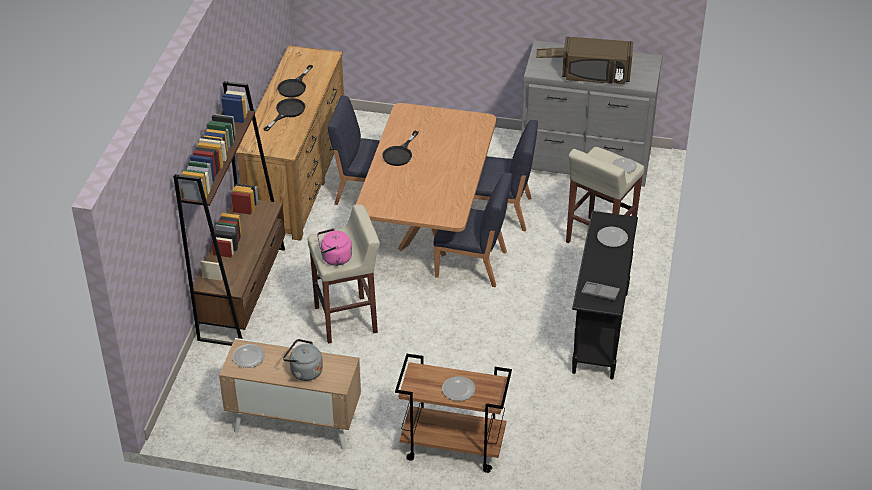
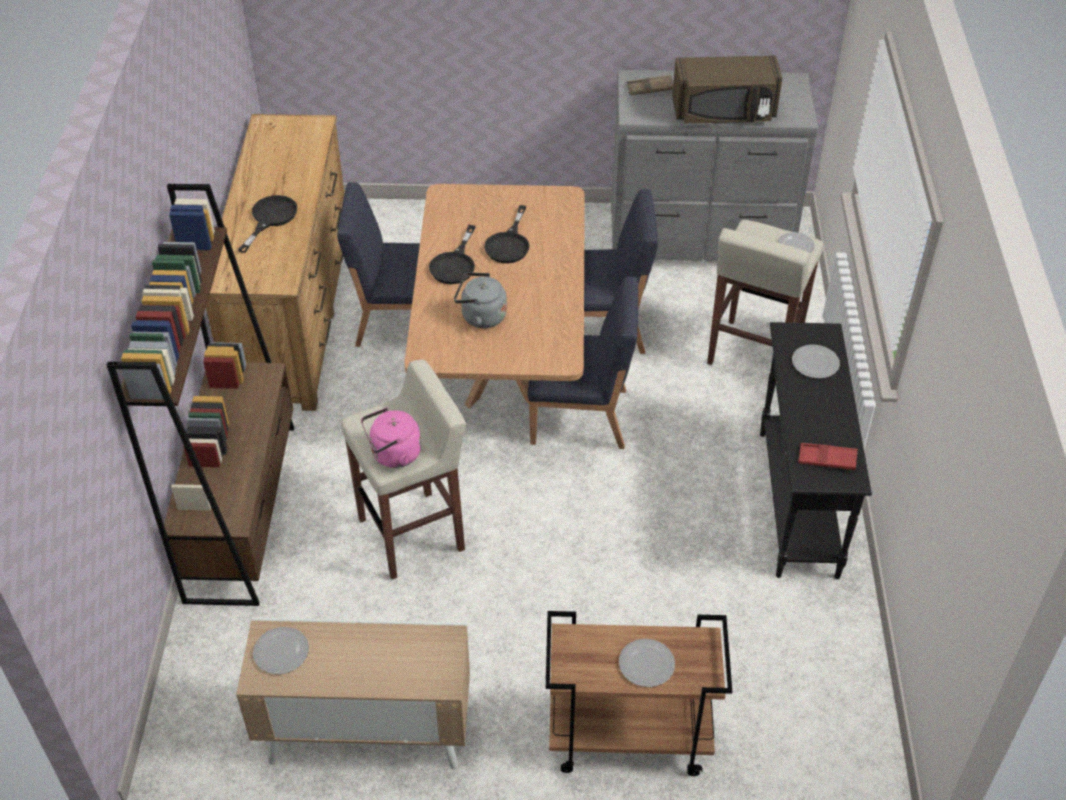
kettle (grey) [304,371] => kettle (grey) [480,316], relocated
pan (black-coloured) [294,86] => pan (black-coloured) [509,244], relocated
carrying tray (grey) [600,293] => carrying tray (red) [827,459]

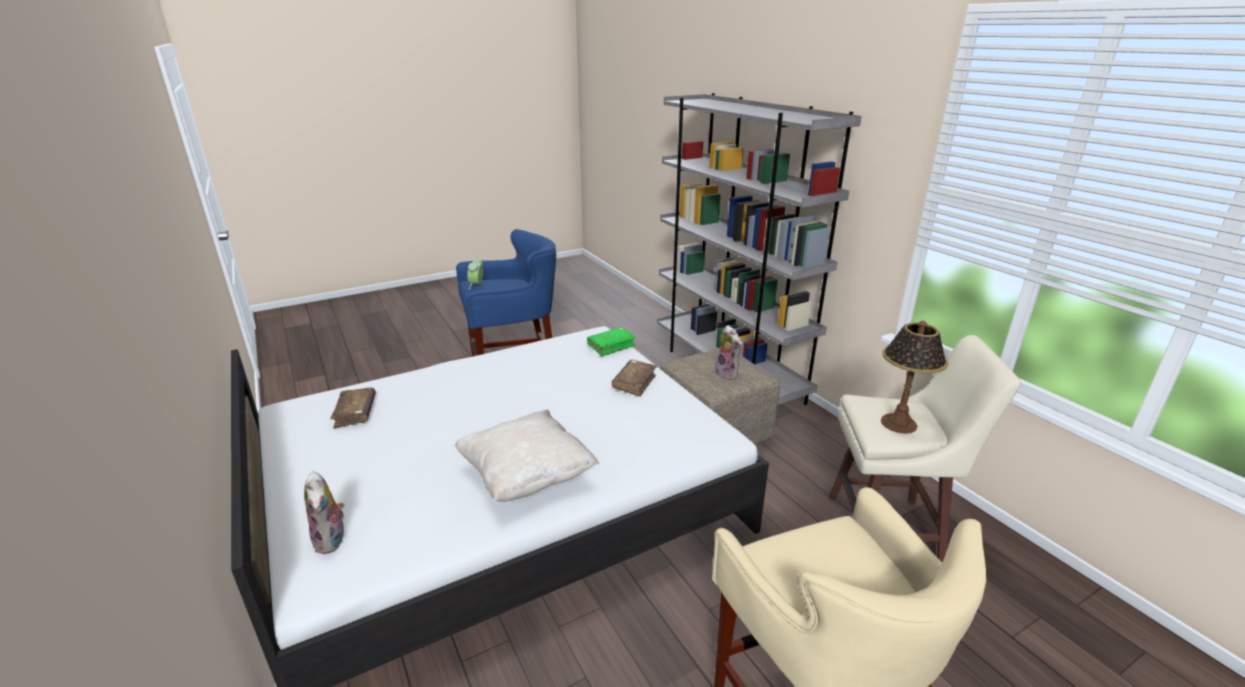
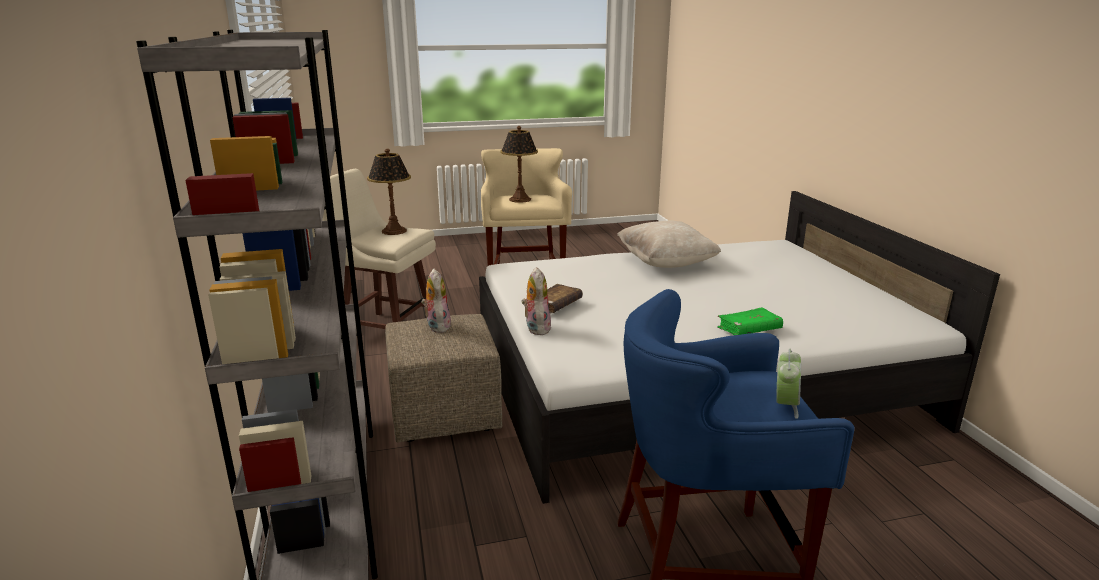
nothing => table lamp [520,199]
plush toy [332,540] => plush toy [536,328], relocated
bound book (greenish) [611,346] => bound book (greenish) [749,330], relocated
bound book (brownish) [355,413] => nothing

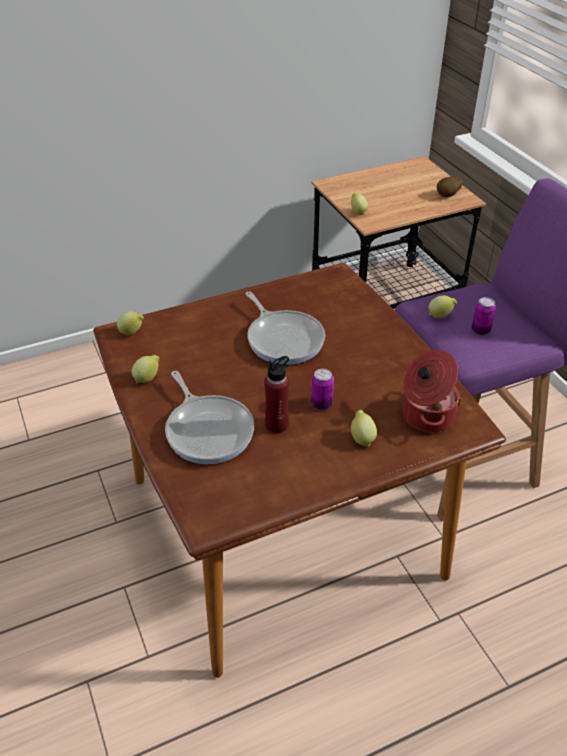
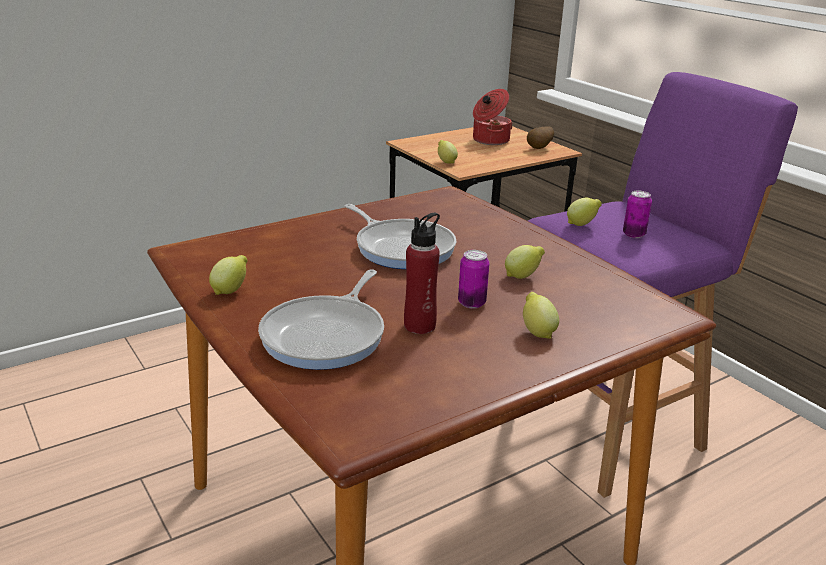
pan [208,430] => pan [327,336], 60 degrees clockwise
saucepot [426,415] => saucepot [489,140], relocated
citrus fruit [132,332] => citrus fruit [522,276], relocated

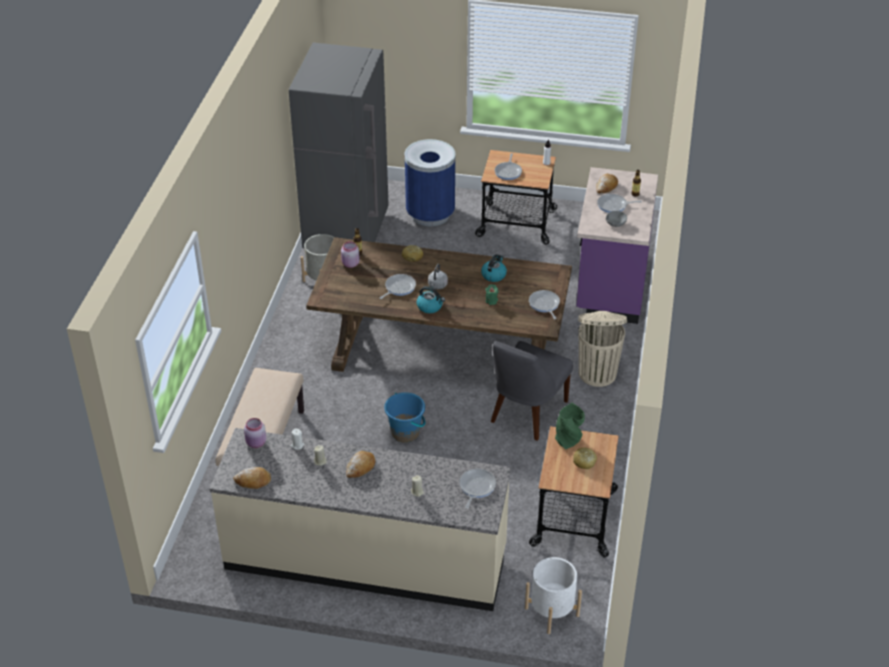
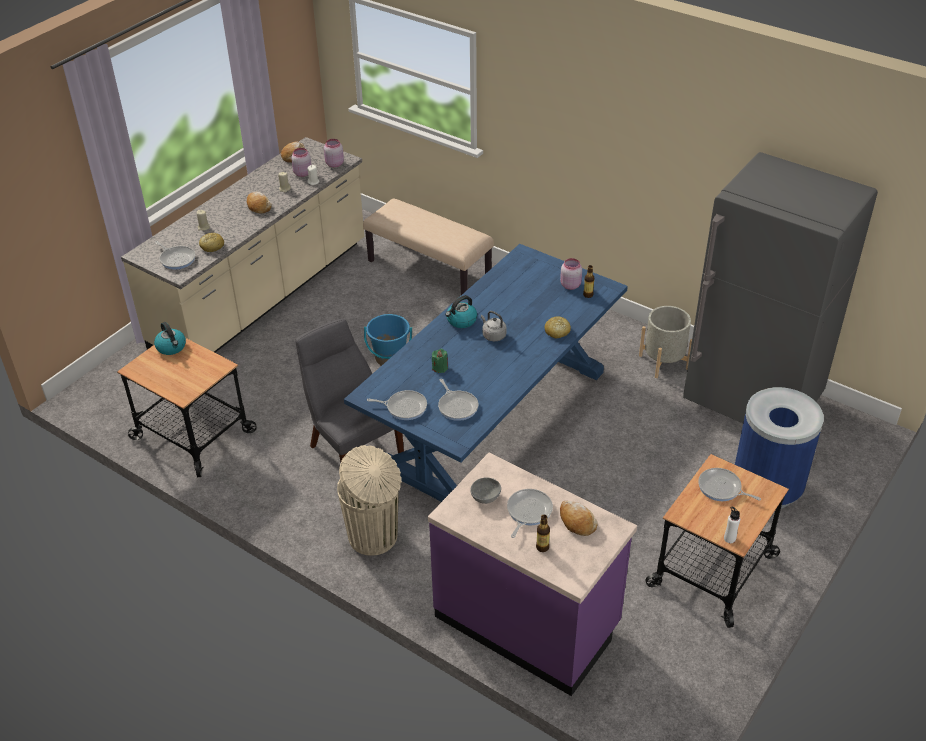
kettle [494,275] => kettle [171,347], relocated
bread [584,462] => bread [212,246], relocated
nothing => jar (pink) [302,173]
dining table (brownish) [440,351] => dining table (blue) [492,417]
pan [399,288] => pan [457,406], relocated
flower pot (white) [552,611] => nothing
decorative vase (greenish) [568,440] => nothing

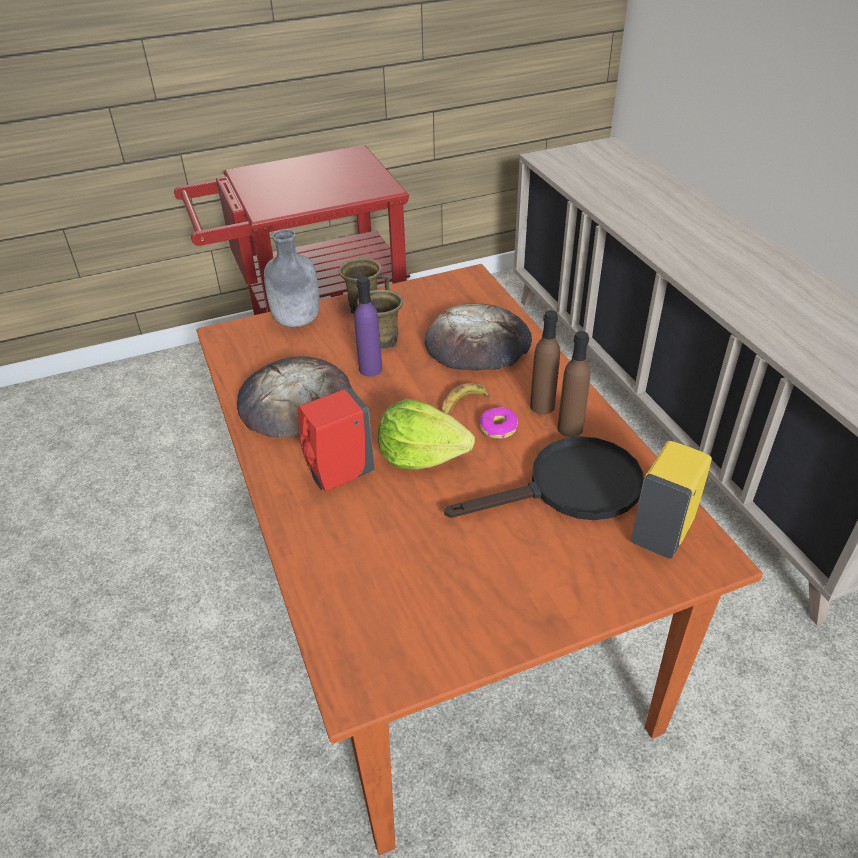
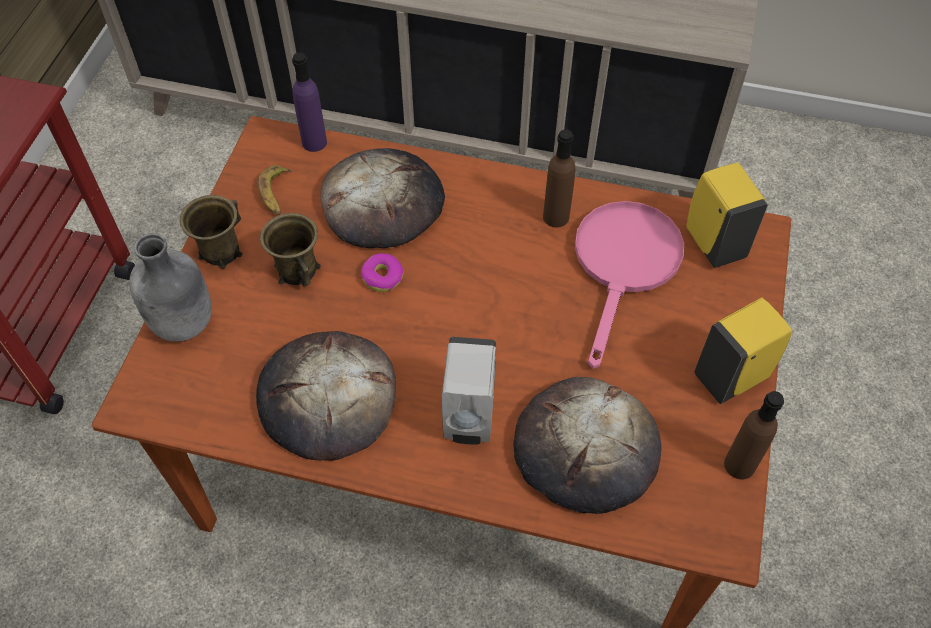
banana fruit [462,405] => banana fruit [276,194], relocated
beverage bottle (purplish) [370,369] => beverage bottle (purplish) [314,142], relocated
doughnut [498,428] => doughnut [382,277], relocated
liquid soap bottle (red) [338,475] => liquid soap bottle (white) [469,420]
nothing => bread [585,449]
pan (black-coloured) [570,489] => pan (pink) [624,265]
nothing => liquid soap bottle (yellow-coloured) [733,376]
beverage bottle (brownish) [542,406] => beverage bottle (brownish) [739,465], relocated
lettuce head [422,454] => nothing

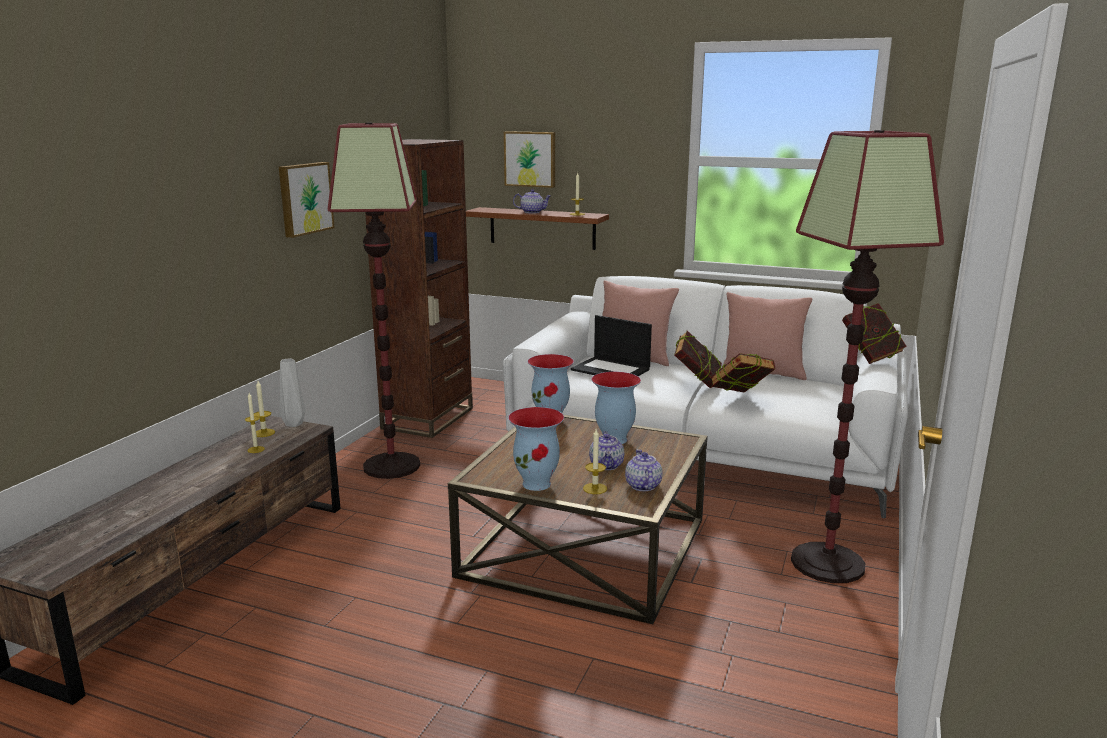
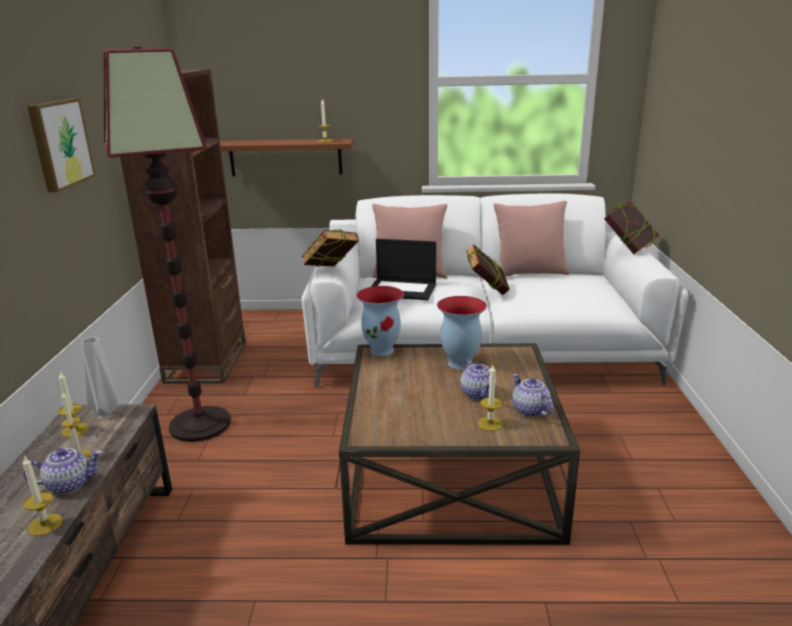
teapot [532,212] => teapot [69,484], relocated
nothing => wax candle [45,524]
bound book [740,398] => bound book [331,272], relocated
wall art [530,159] => nothing
decorative vase [537,484] => nothing
floor lamp [828,563] => nothing

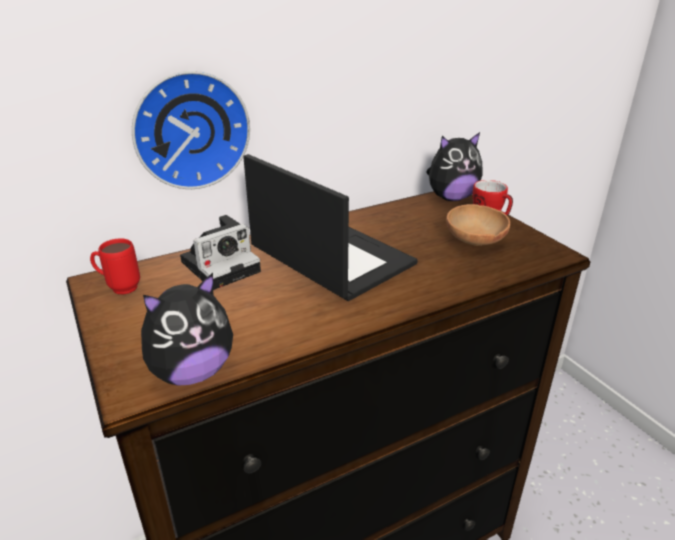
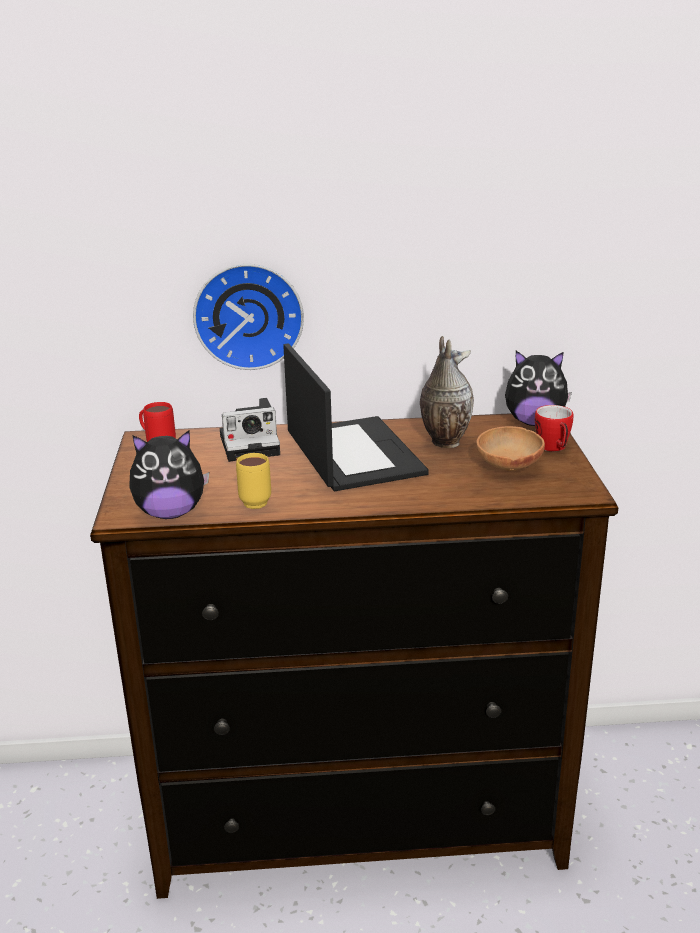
nothing => coffee mug (yellow-coloured) [256,500]
nothing => decorative vase [444,442]

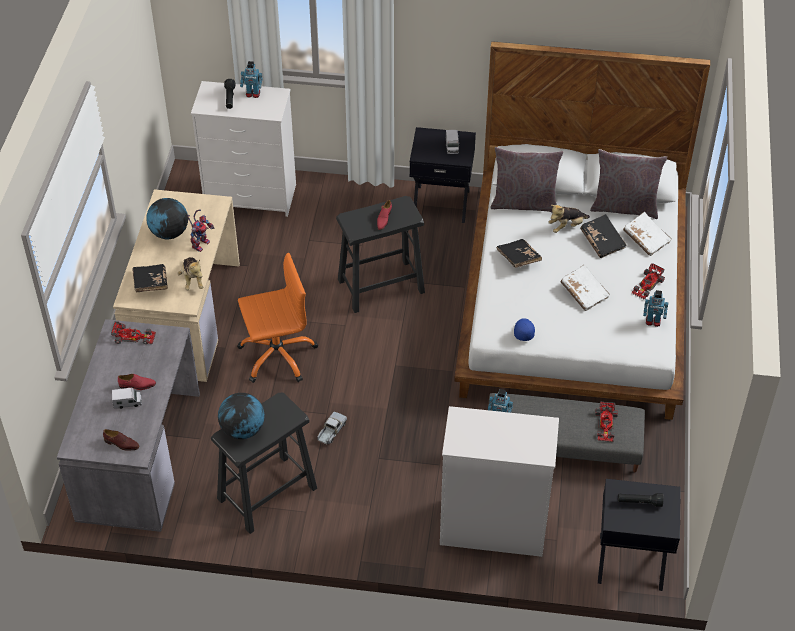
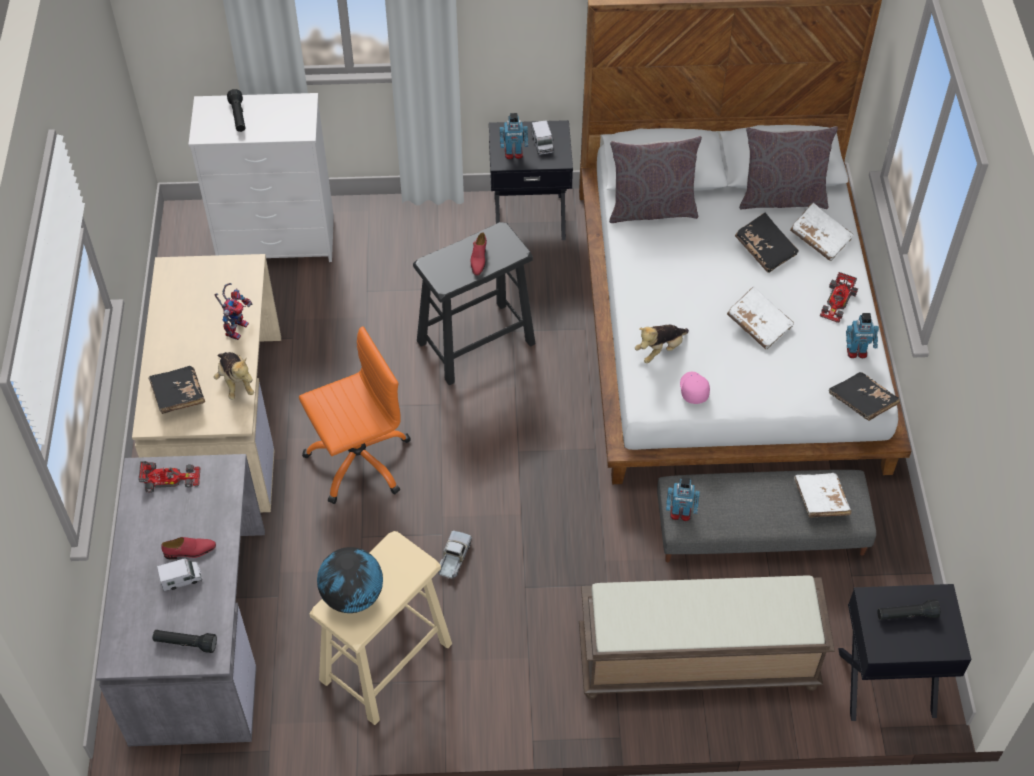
item of footwear (brownish) [121,444] => torch (black-coloured) [185,643]
sitting stool (black-coloured) [266,493] => sitting stool (sand-coloured) [385,662]
robot figure [253,94] => robot figure [513,154], relocated
chest of drawers (white) [492,527] => bench (brownish) [696,662]
plush toy [567,226] => plush toy [660,350], relocated
baseball cap (blue) [523,331] => baseball cap (pink) [693,389]
toy car [606,425] => bound book (white) [820,501]
bound book (black-coloured) [518,259] => bound book (black-coloured) [862,402], relocated
desk globe [169,233] => nothing

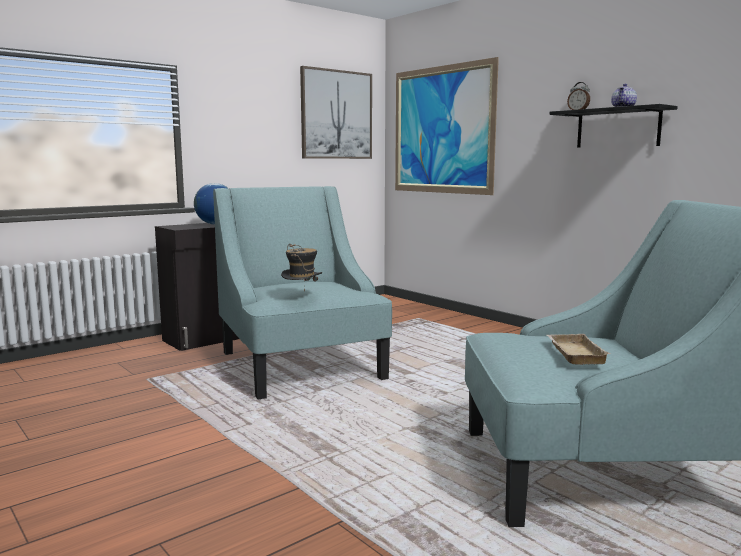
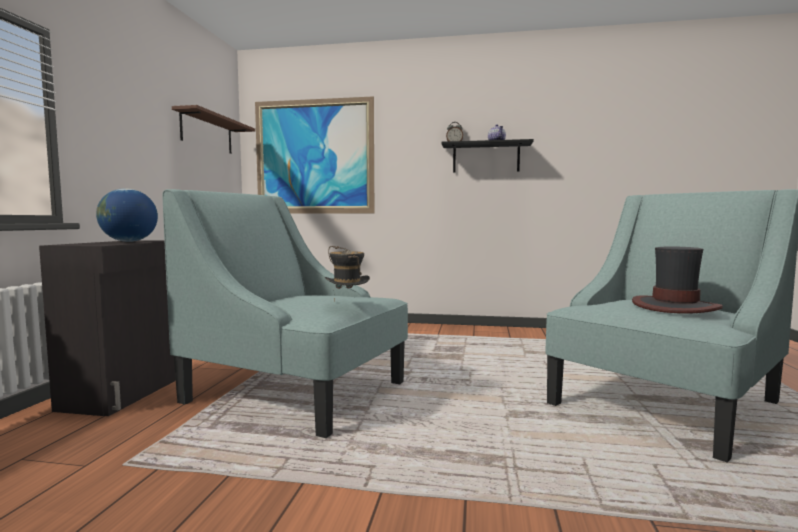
wall art [336,115] => bracket shelf (brownish) [207,133]
carrying tray (sand-coloured) [573,353] => wearable hat [675,307]

